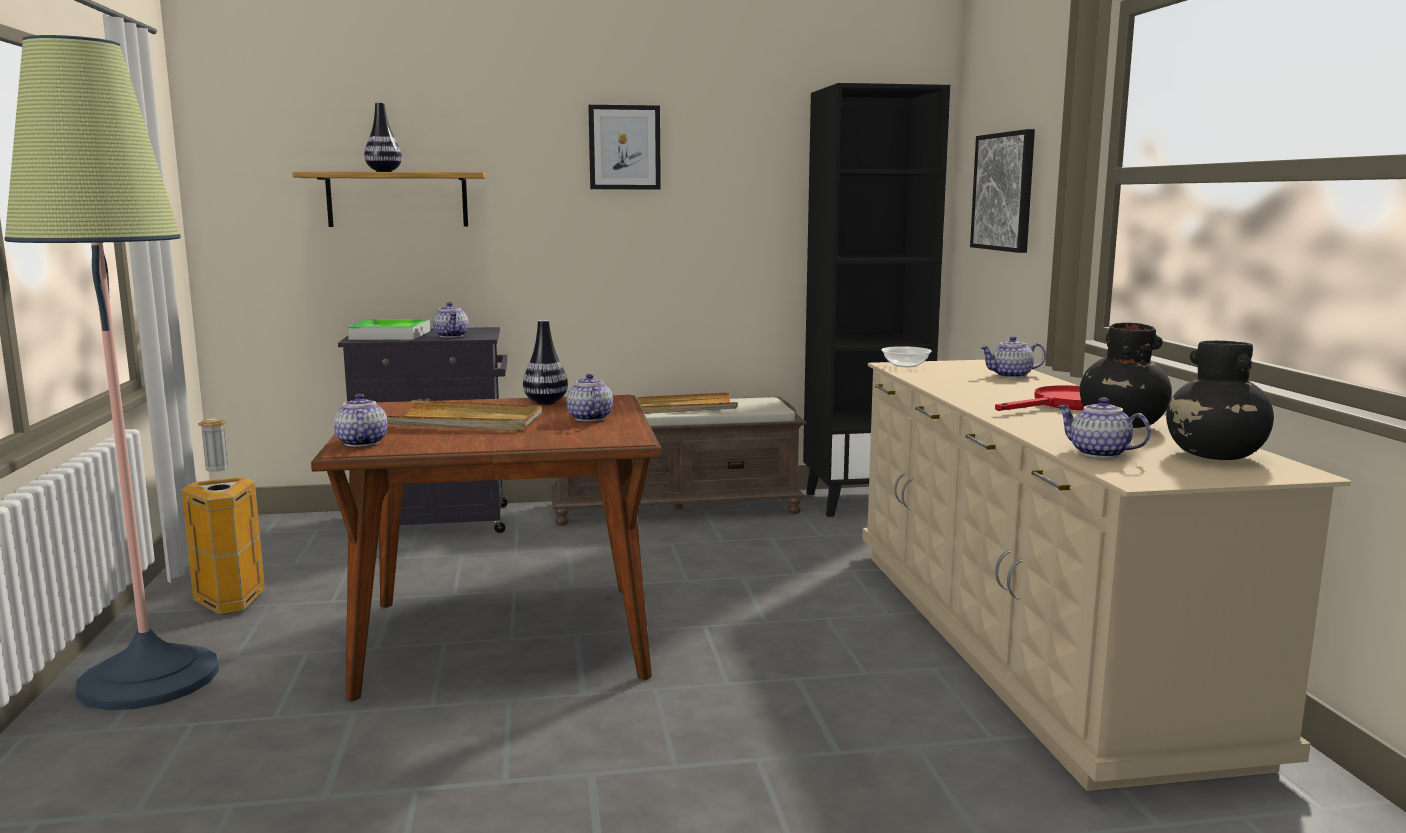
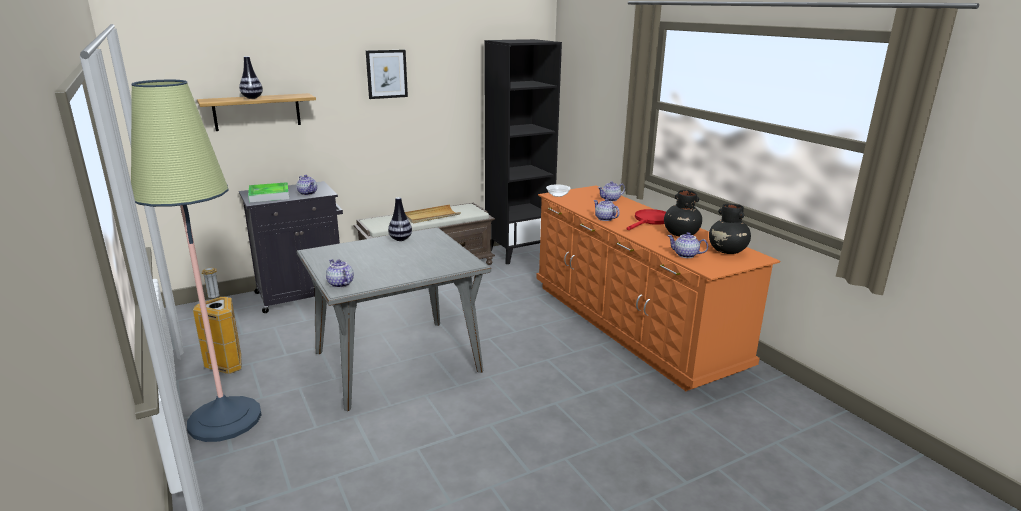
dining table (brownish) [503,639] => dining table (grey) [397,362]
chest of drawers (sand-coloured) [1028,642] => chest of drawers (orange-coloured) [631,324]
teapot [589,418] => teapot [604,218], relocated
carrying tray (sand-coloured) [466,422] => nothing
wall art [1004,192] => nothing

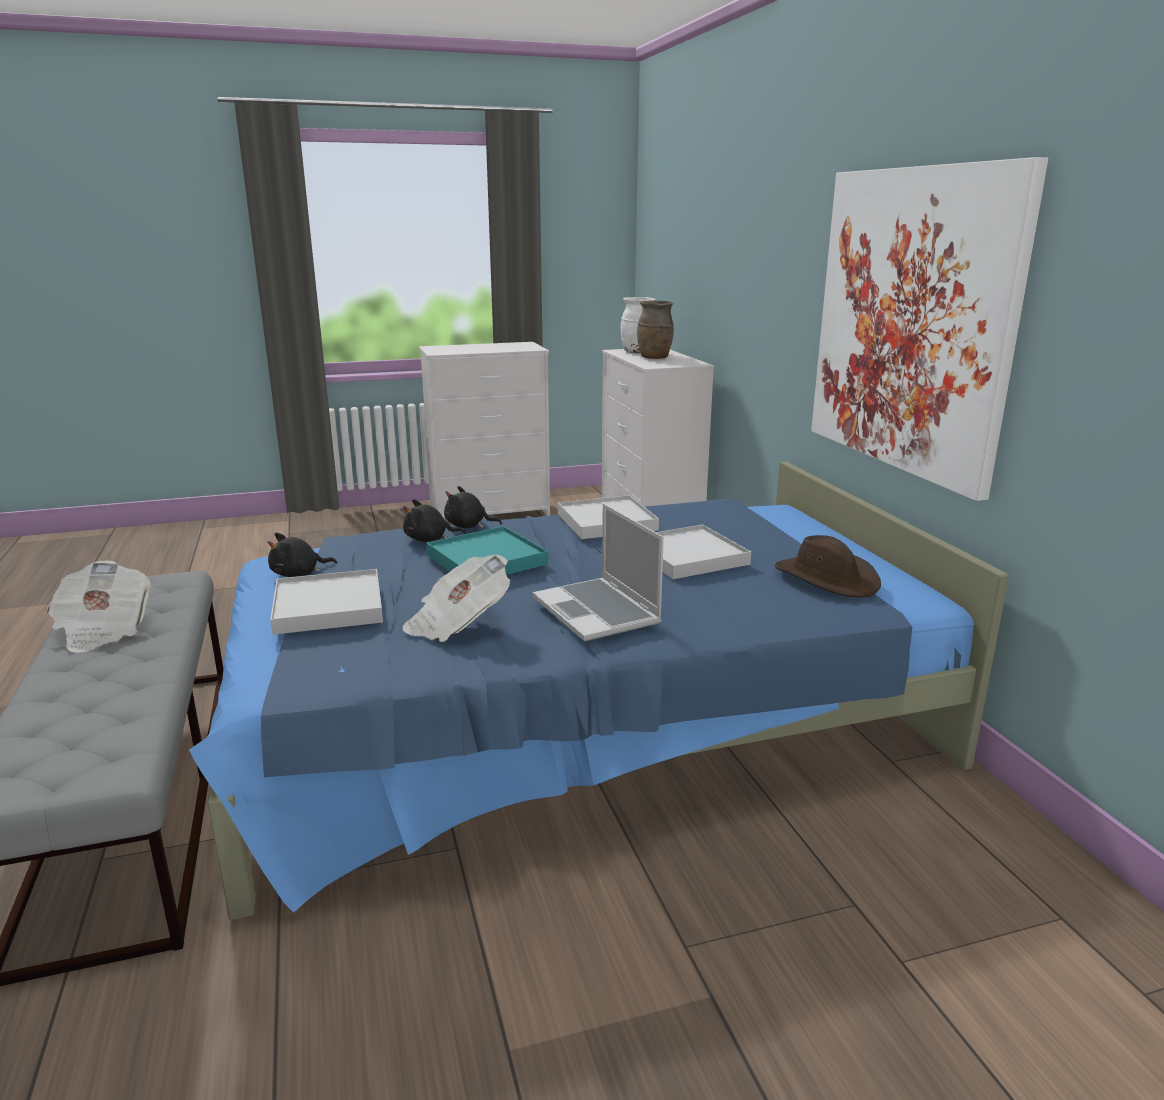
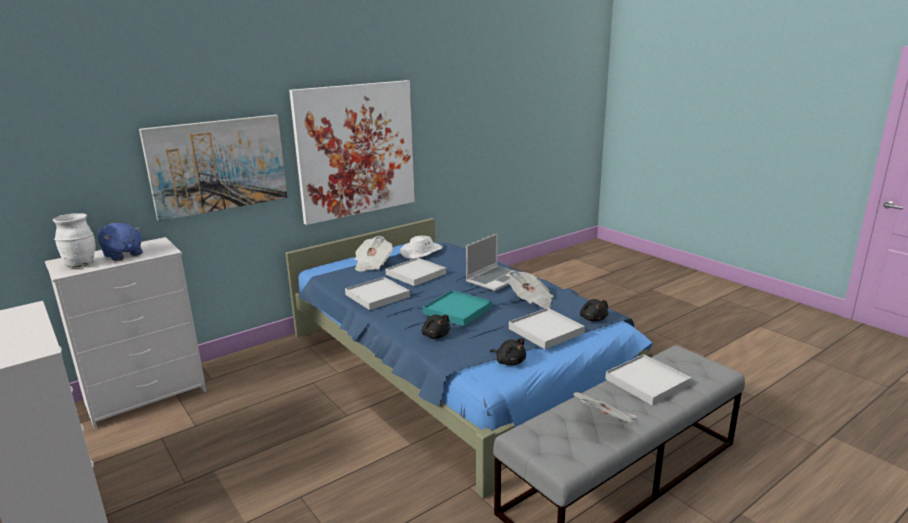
decorative vase (brownish) [655,358] => plush toy (blue) [123,255]
nothing => wall art [218,165]
nothing => daily paper [372,264]
wearable hat (brownish) [827,579] => wearable hat (white) [421,252]
plush toy (black-coloured) [468,526] => plush toy (black-coloured) [593,319], relocated
nothing => carrying tray (white) [647,382]

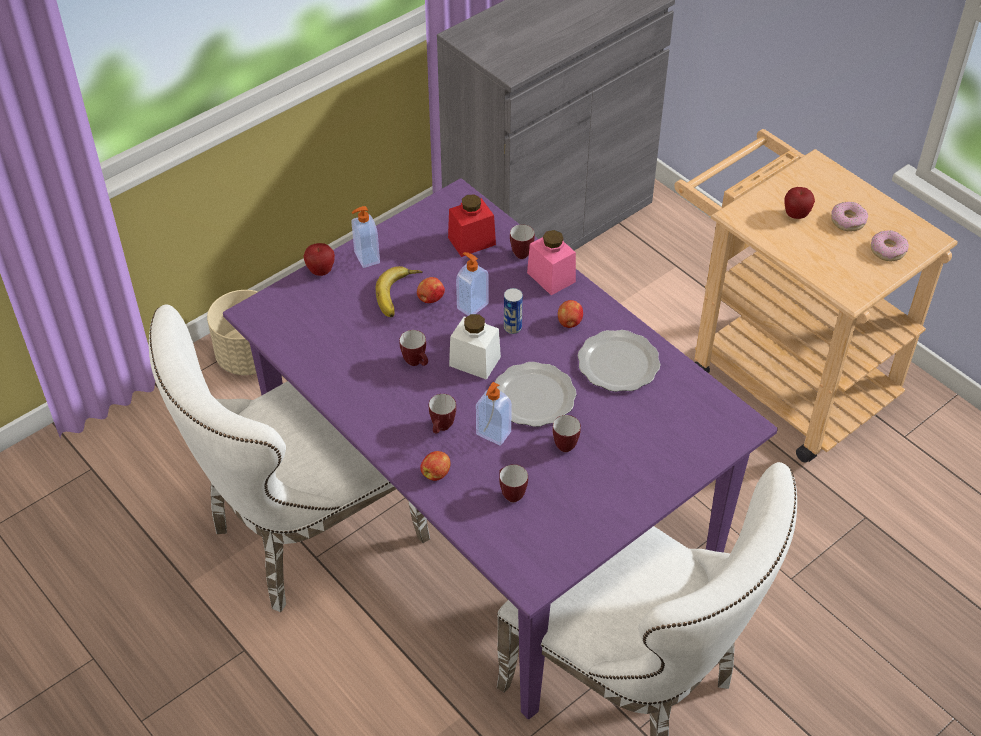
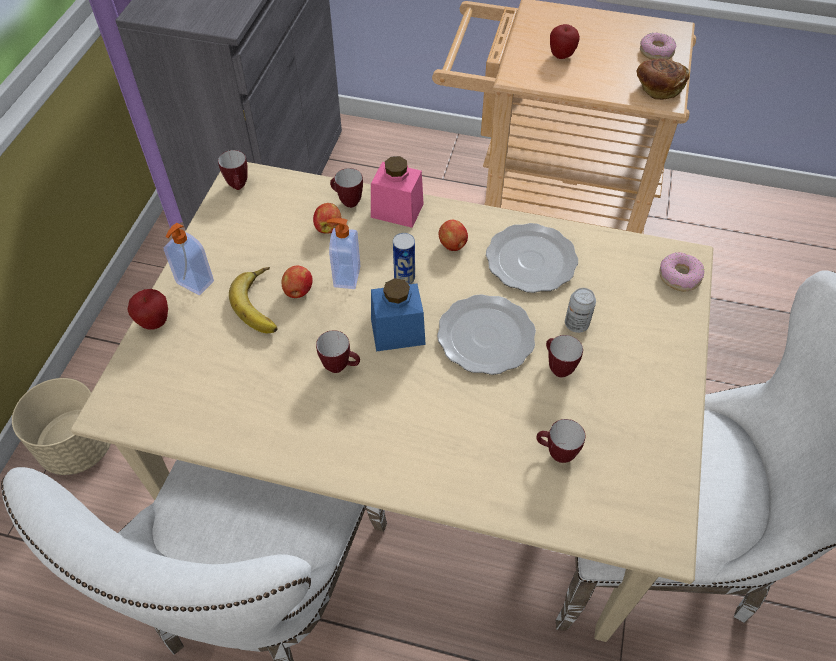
dining table (purplish) [488,510] => dining table (sand-coloured) [416,463]
coffee mug [442,428] => coffee mug [239,187], relocated
apple fruit [436,473] => apple fruit [328,227], relocated
jar (white) [475,361] => jar (blue) [398,332]
nothing => metal can [576,324]
nothing => bread [658,88]
doughnut [848,221] => doughnut [679,276], relocated
jar (red) [471,241] => nothing
liquid soap bottle [493,434] => nothing

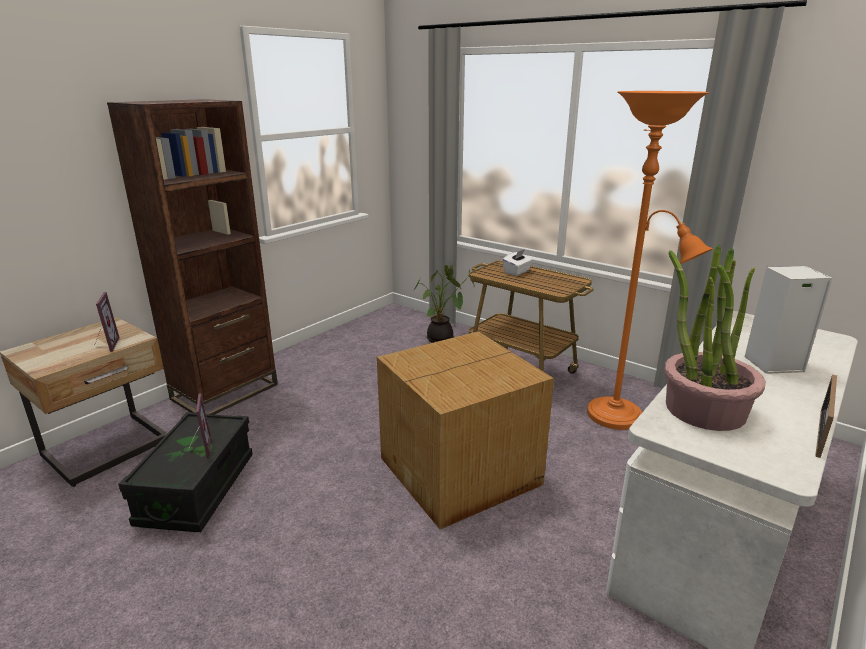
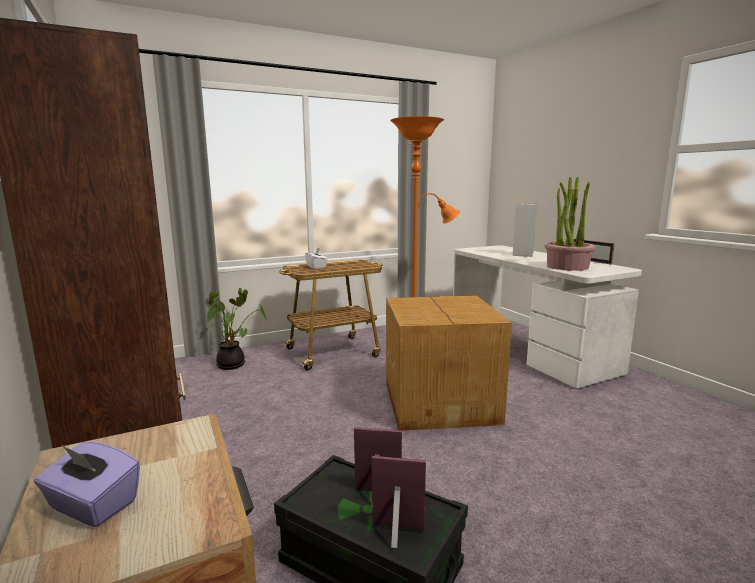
nothing => tissue holder (purplish) [92,505]
standing frame [105,345] => standing frame [396,536], relocated

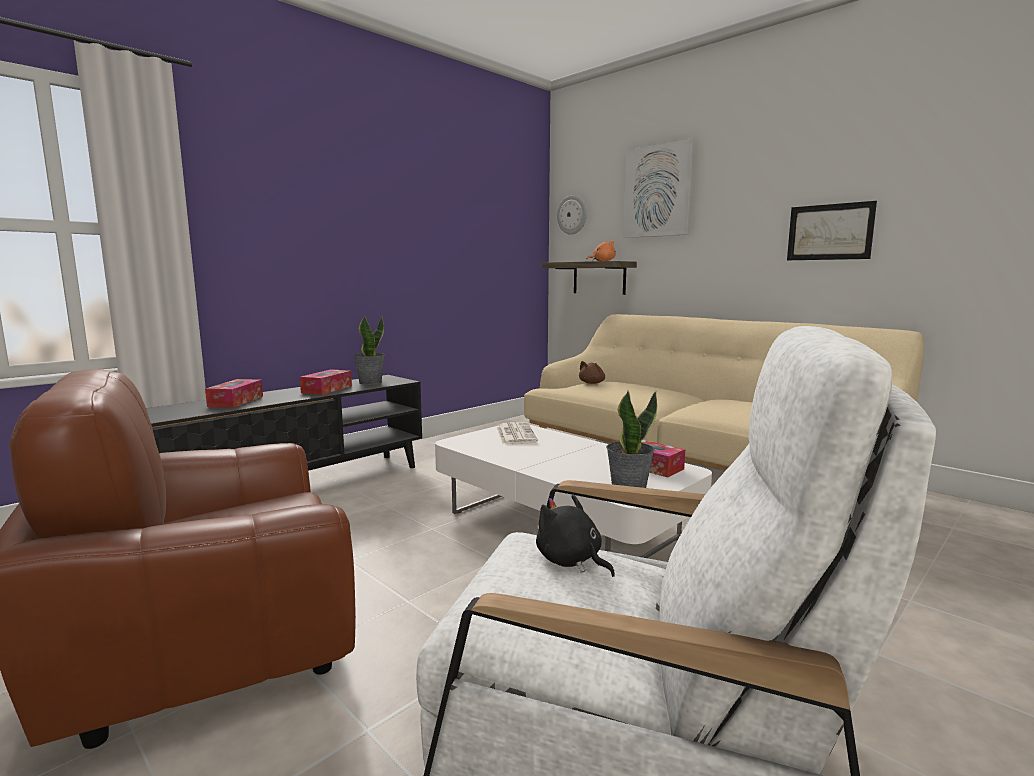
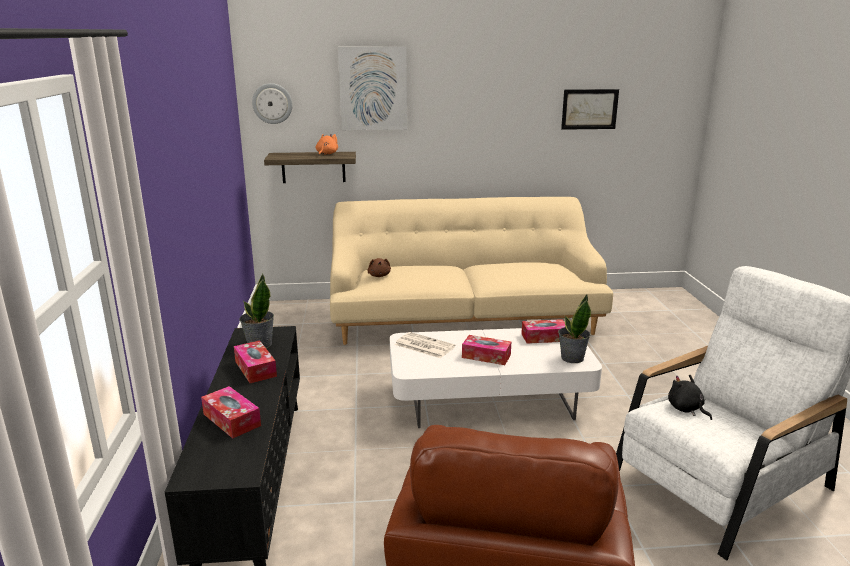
nothing => tissue holder [486,356]
wall art [829,232] => wall art [589,109], relocated
plush toy (black-coloured) [571,561] => plush toy (black-coloured) [686,409], 60 degrees clockwise

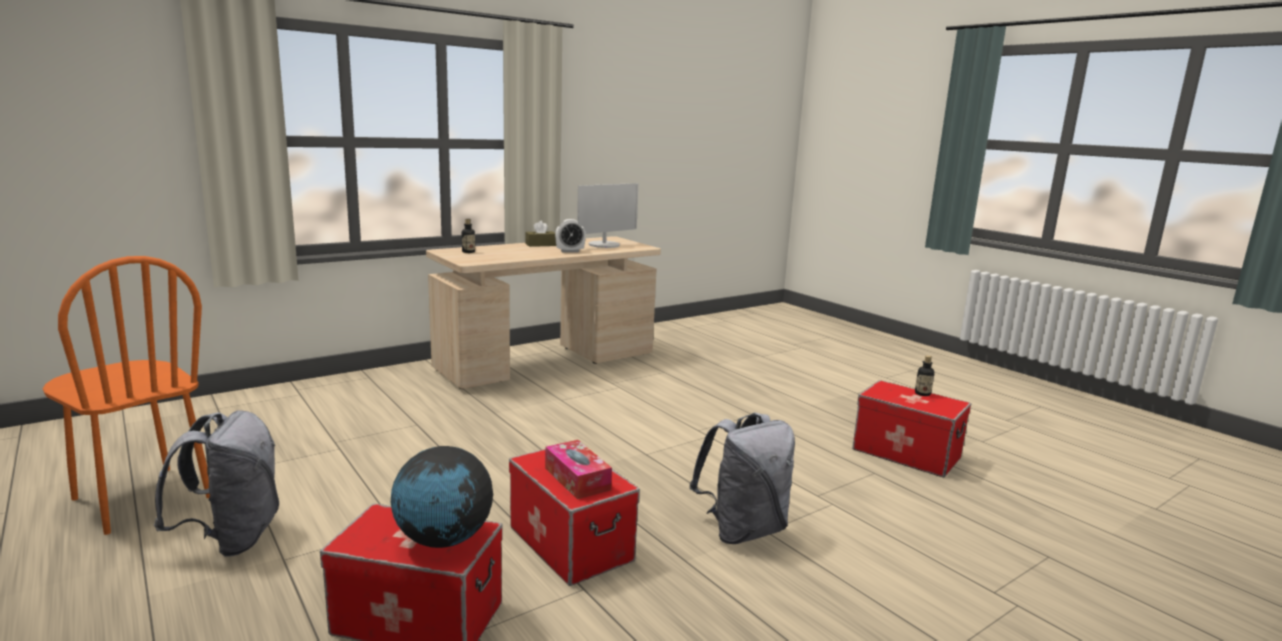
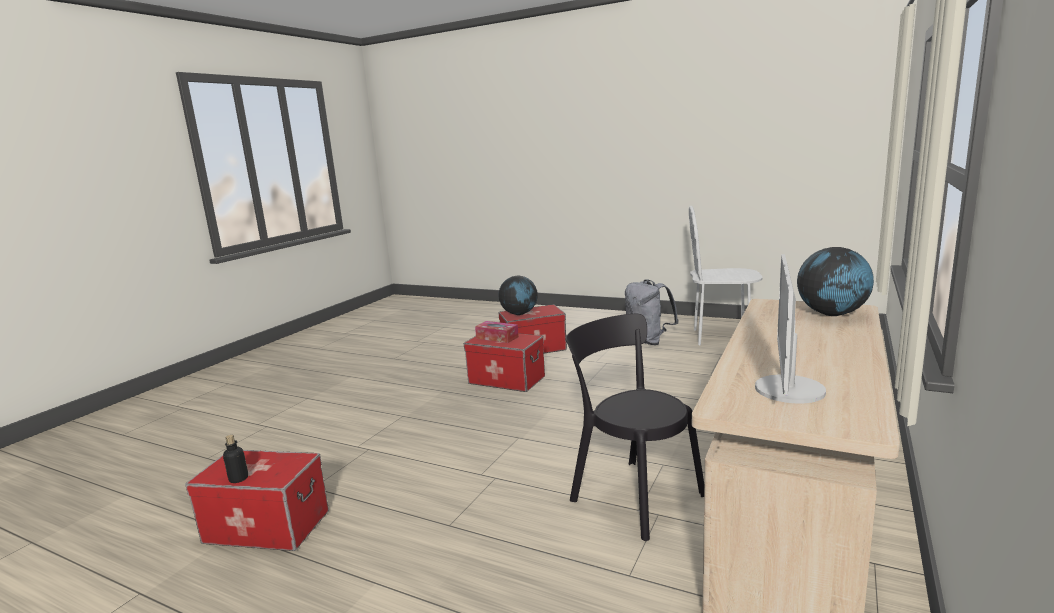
nothing => plain chair (black-coloured) [632,495]
plain chair (orange-coloured) [141,498] => plain chair (white) [721,337]
beverage bottle [468,252] => desk globe [832,314]
tissue holder (brownish) [541,245] => nothing
alarm clock [570,251] => nothing
backpack (grey) [742,530] => nothing

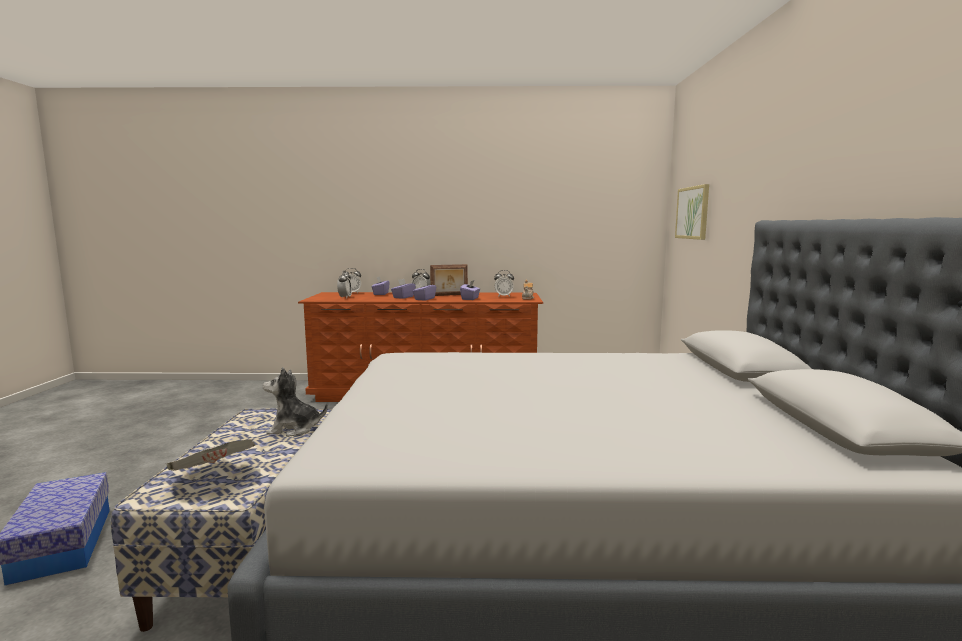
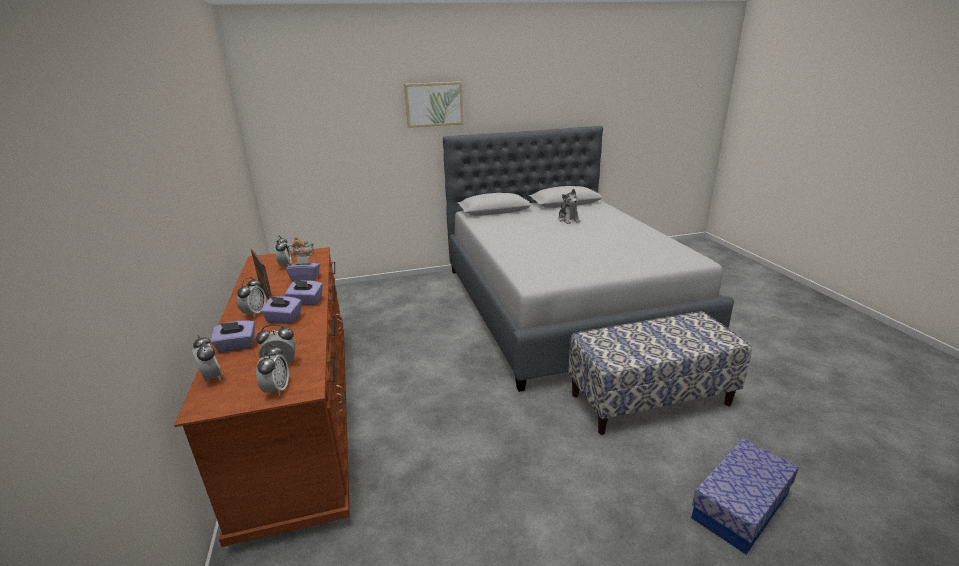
nothing => alarm clock [277,389]
wall art [692,213] => wall art [434,104], relocated
plush toy [294,429] => plush toy [568,220], relocated
daily paper [213,477] => nothing

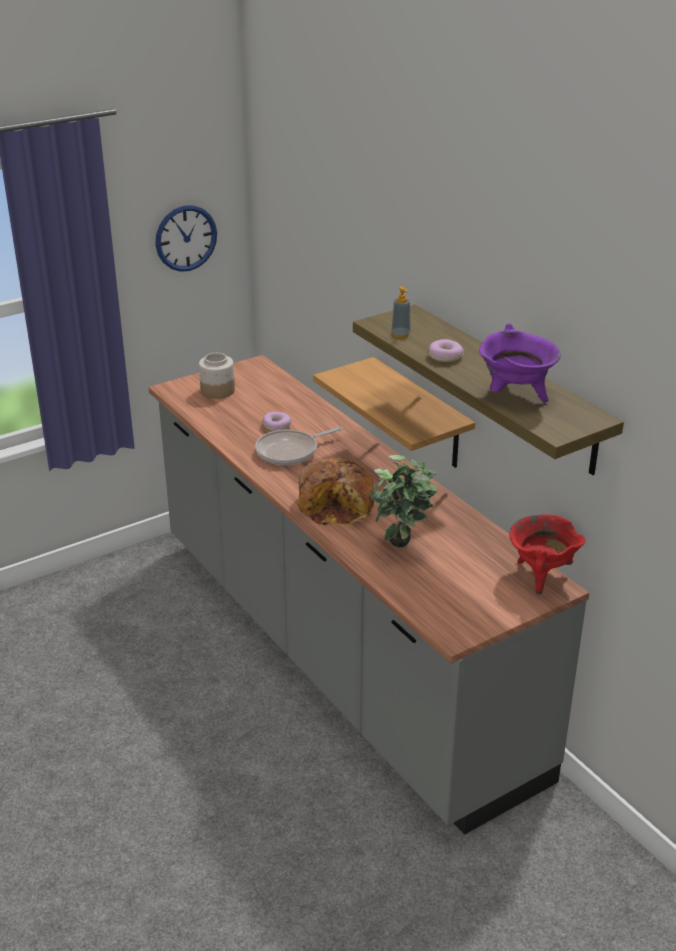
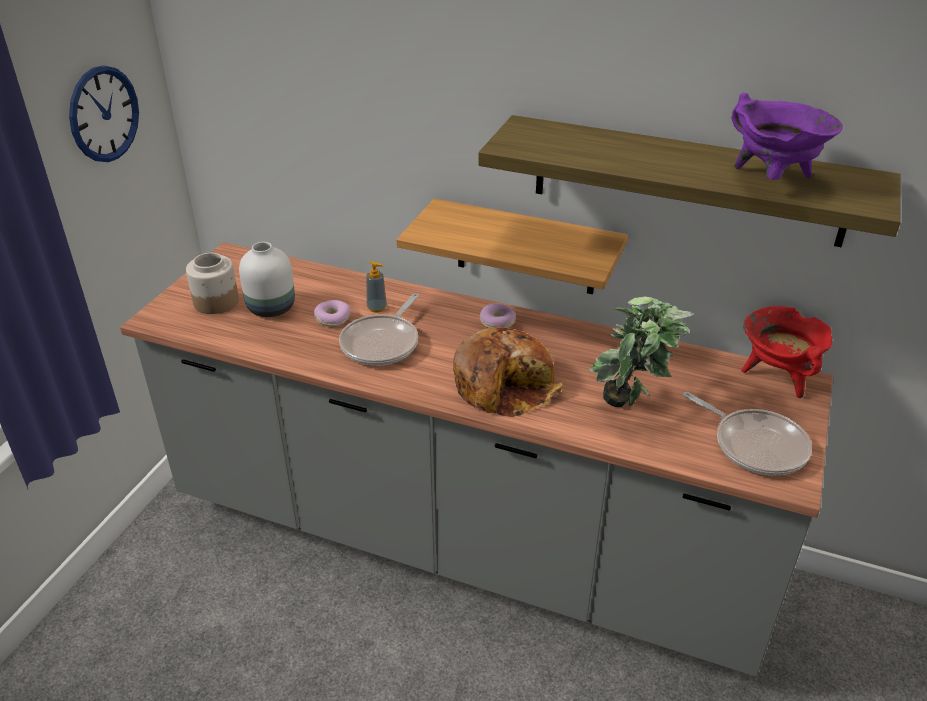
nothing => decorative vase (white) [271,308]
liquid soap bottle [400,334] => liquid soap bottle [377,308], relocated
doughnut [445,356] => doughnut [497,322], relocated
nothing => pan [755,445]

